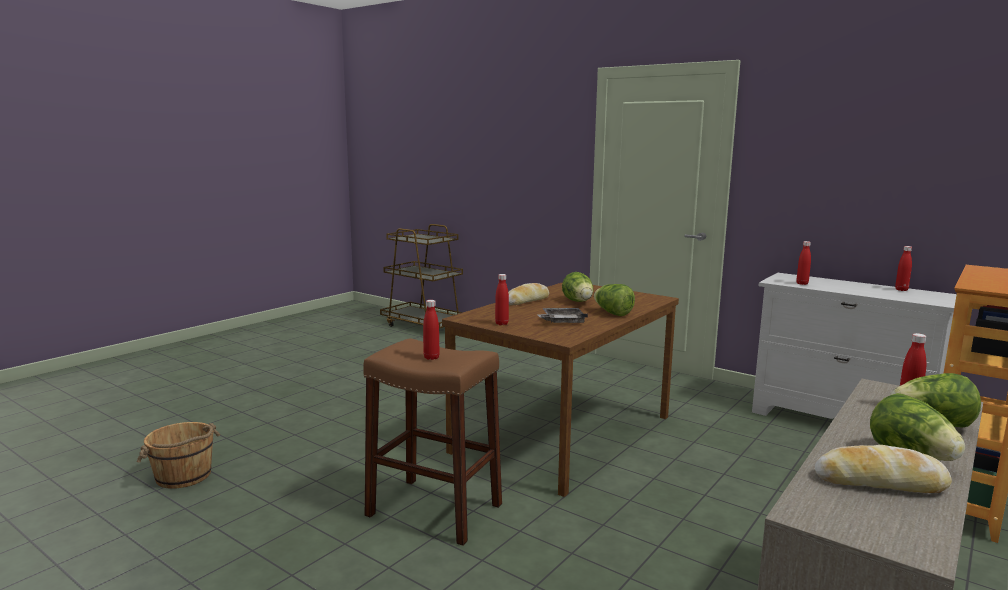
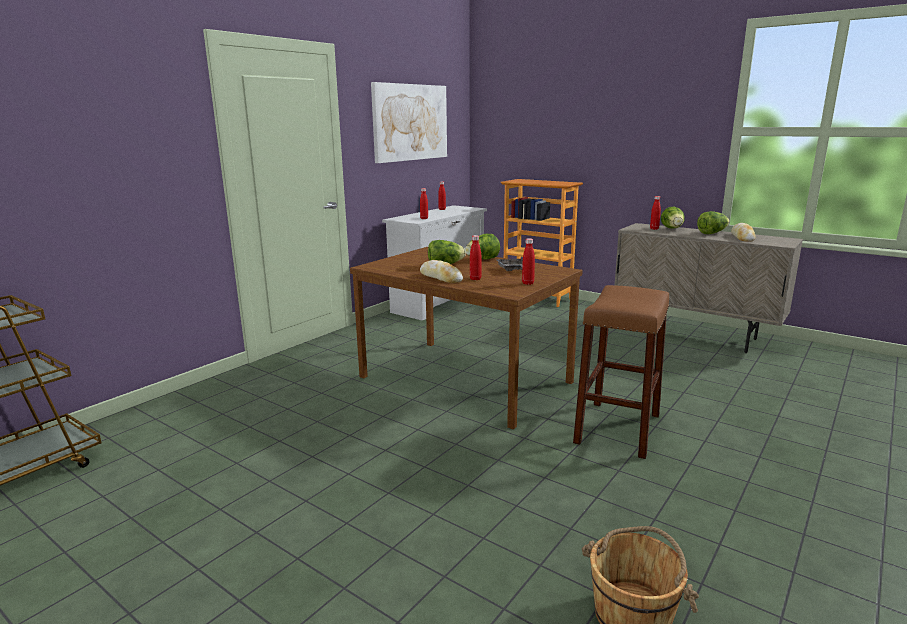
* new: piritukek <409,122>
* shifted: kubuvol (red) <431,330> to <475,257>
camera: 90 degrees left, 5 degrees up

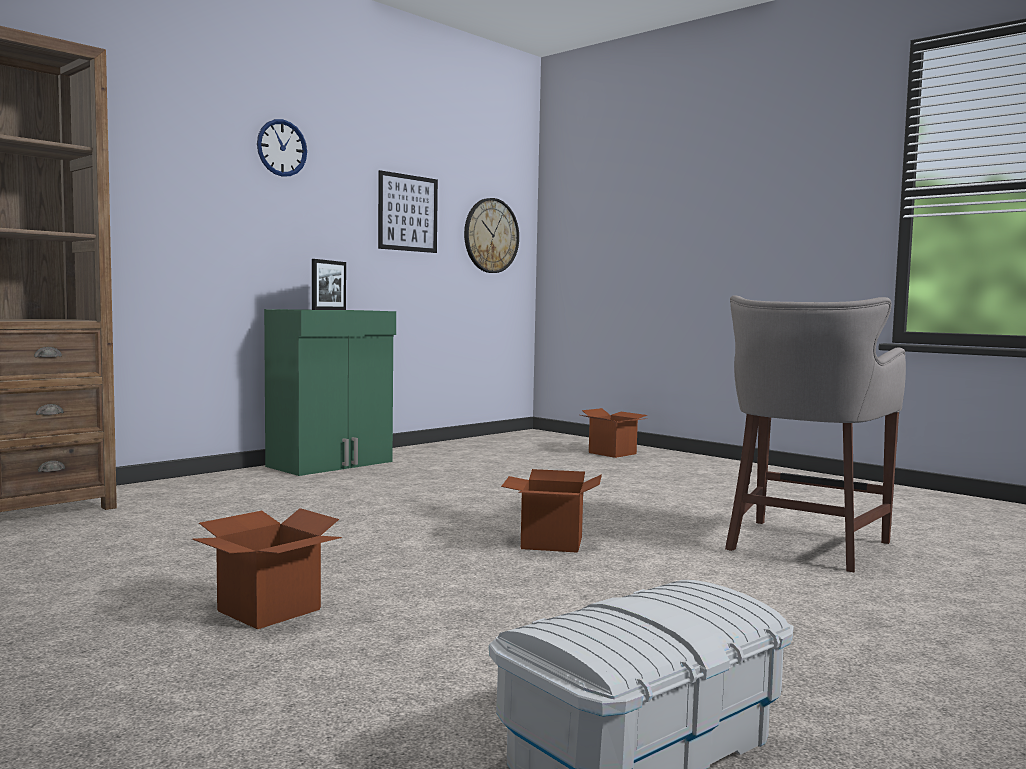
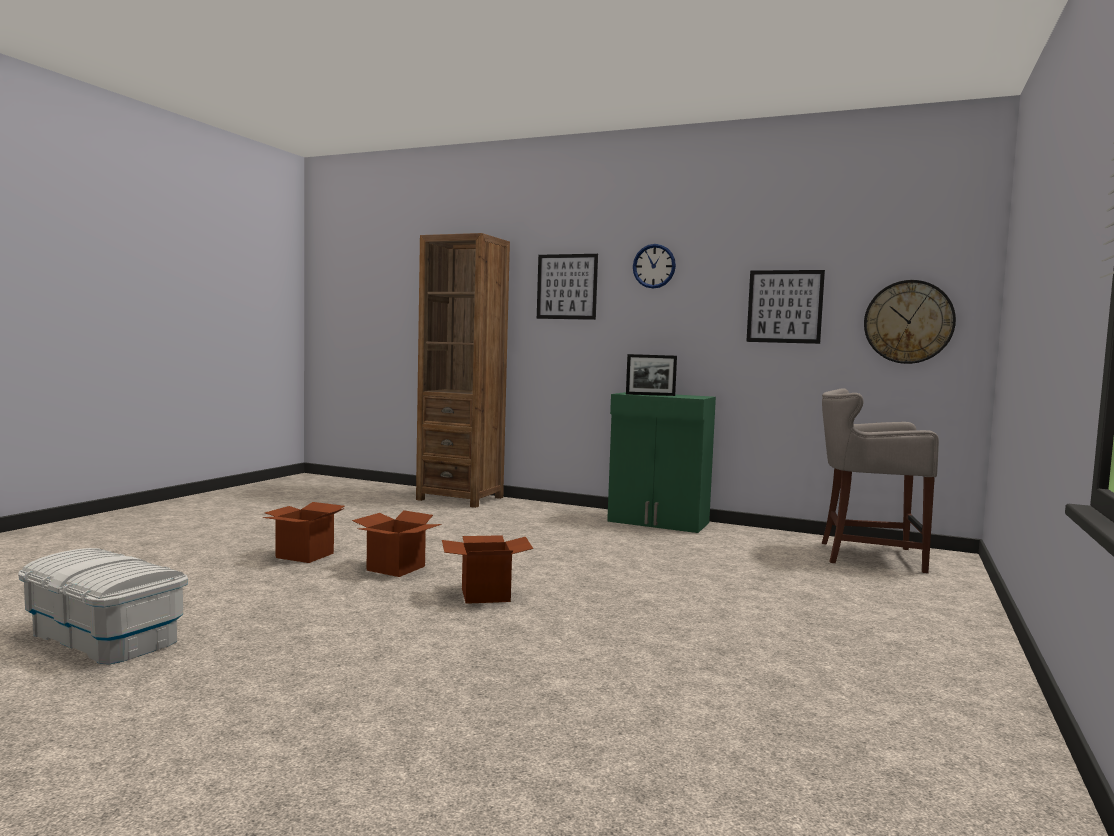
* shifted: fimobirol <614,433> to <397,543>
* new: piritukek <567,287>
* shifted: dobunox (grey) <815,433> to <880,480>
camera: 70 degrees right, 0 degrees up

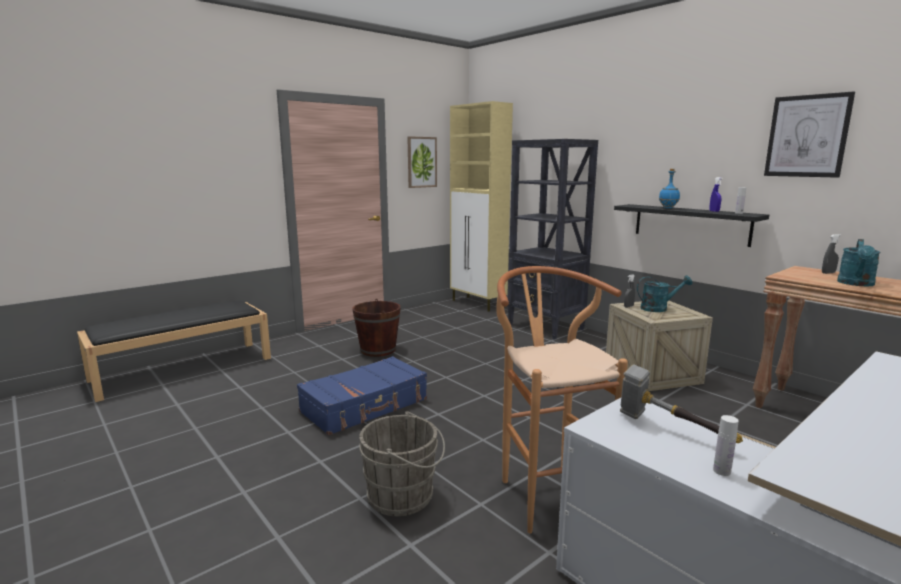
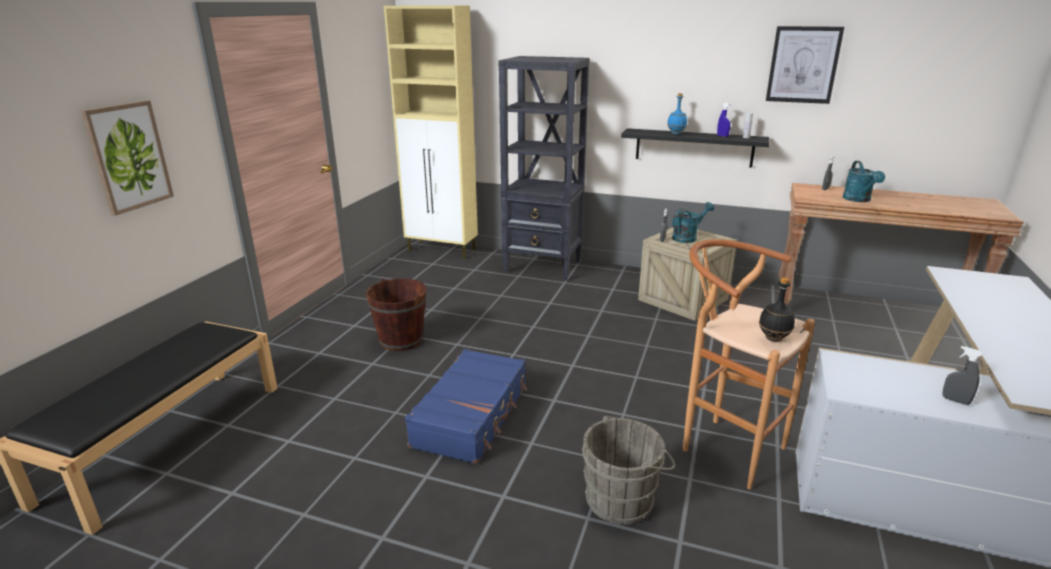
* shifted: piritukek <422,162> to <127,158>
* new: kubuvol (black) <777,310>
* swapped: kubuvol (white) <726,445> to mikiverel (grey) <962,375>
* gone: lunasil <681,403>
camera: 30 degrees left, 10 degrees up

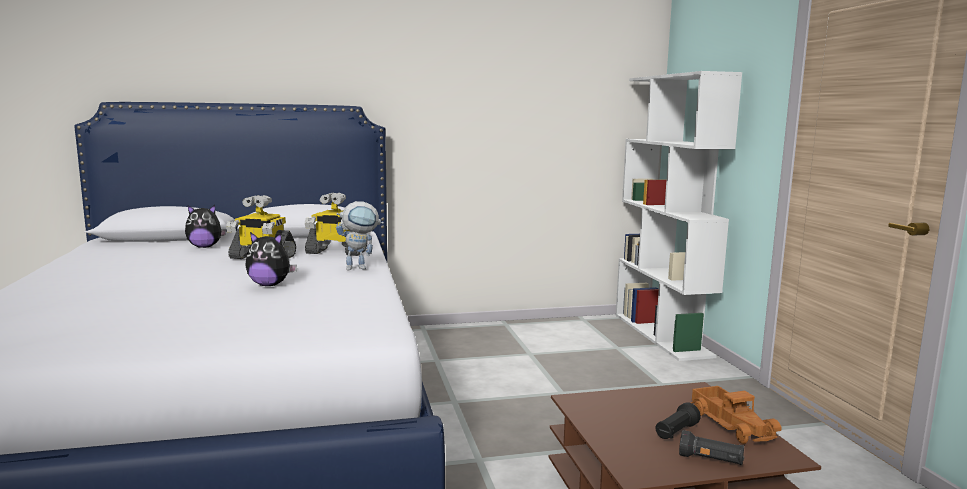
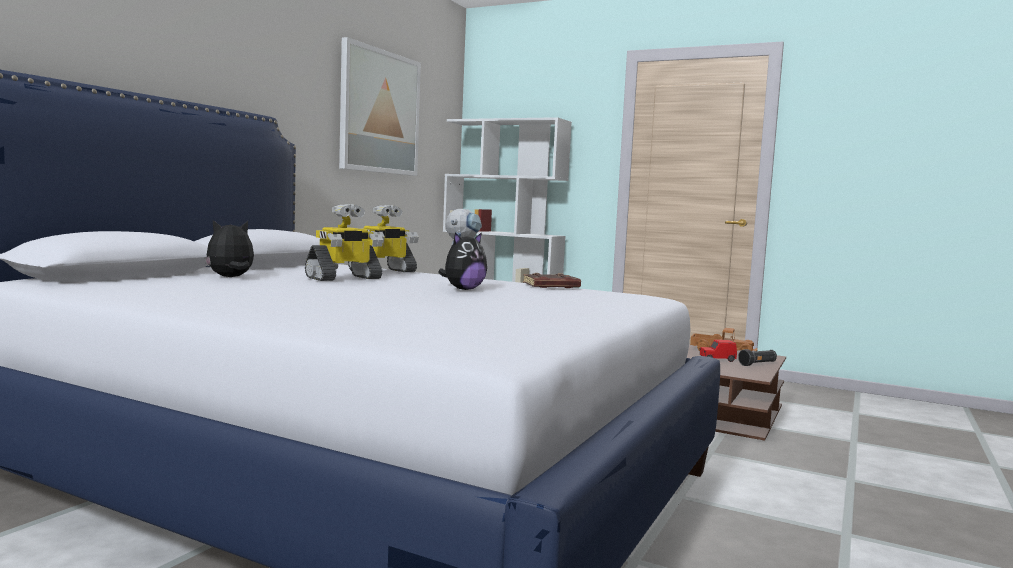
* rotated: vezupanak <205,226> = <229,248> 150 degrees counterclockwise
* new: piritukek <380,106>
* new: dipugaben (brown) <552,280>
* swapped: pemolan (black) <678,420> to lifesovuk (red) <718,351>
camera: 50 degrees left, 5 degrees down

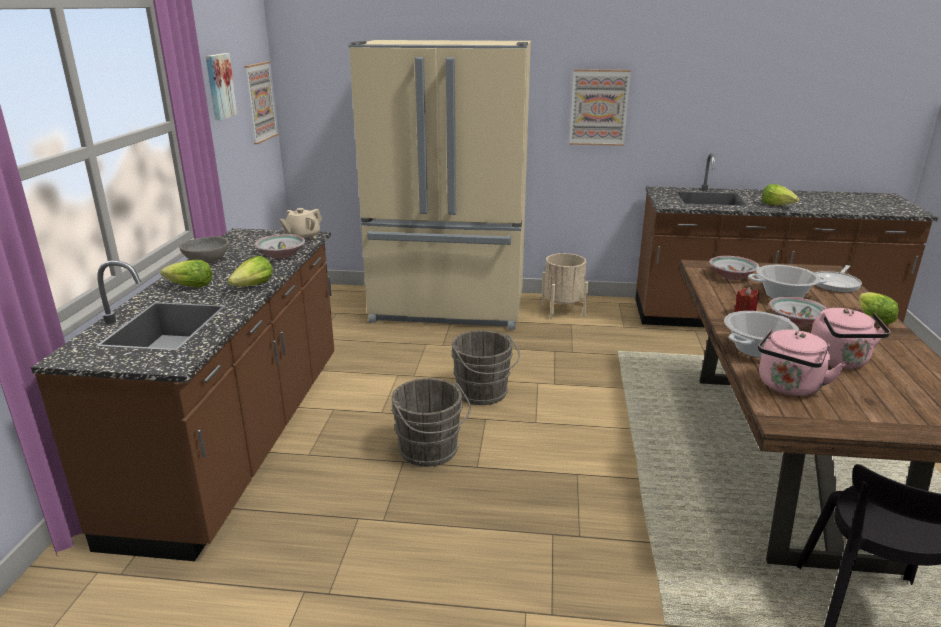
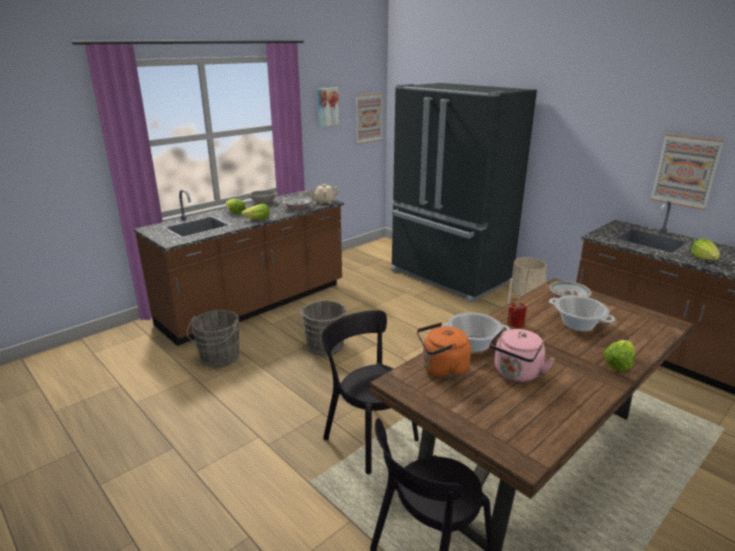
* shifted: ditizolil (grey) <485,367> to <213,338>
* new: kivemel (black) <370,392>
* repainted: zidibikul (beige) <440,185> to zidibikul (black) <464,193>
* repainted: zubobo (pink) <801,362> to zubobo (orange) <444,350>
* shifted: piritukek <600,107> to <687,172>
* gone: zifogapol <798,312>
* gone: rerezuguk <838,279>
camera: 40 degrees right, 0 degrees up

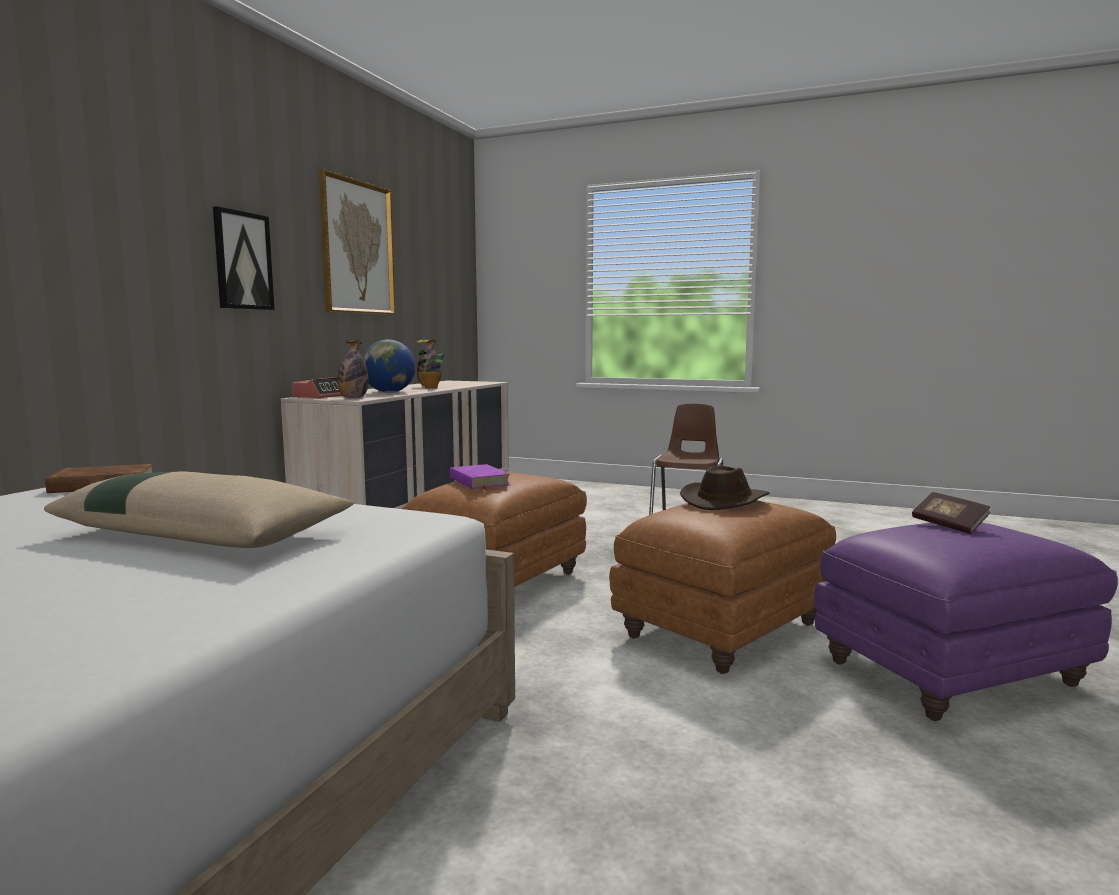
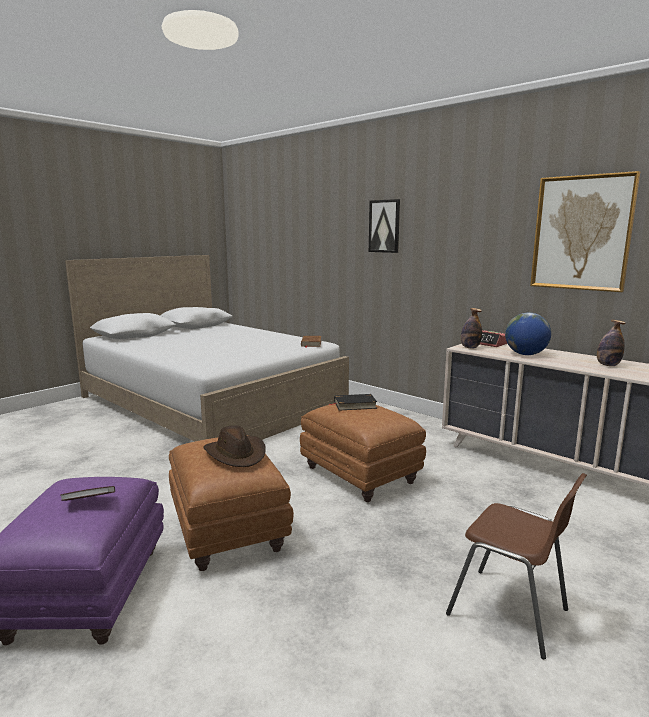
* repainted: dipugaben (purple) <480,477> to dipugaben (black) <353,402>
* shifted: piritukek <243,258> to <384,226>
* gone: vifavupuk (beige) <199,509>
* gone: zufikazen <430,364>
camera: 110 degrees right, 5 degrees up

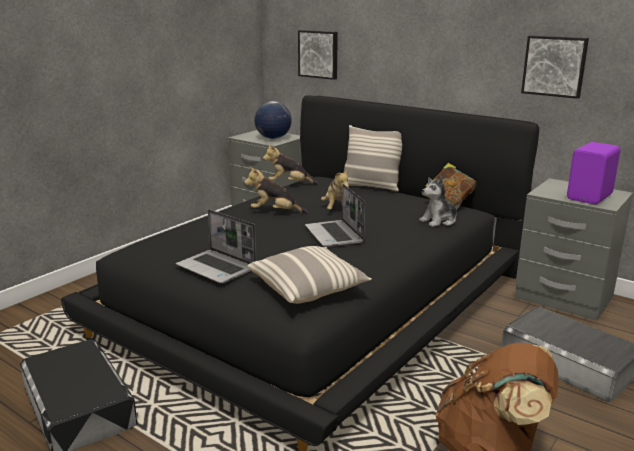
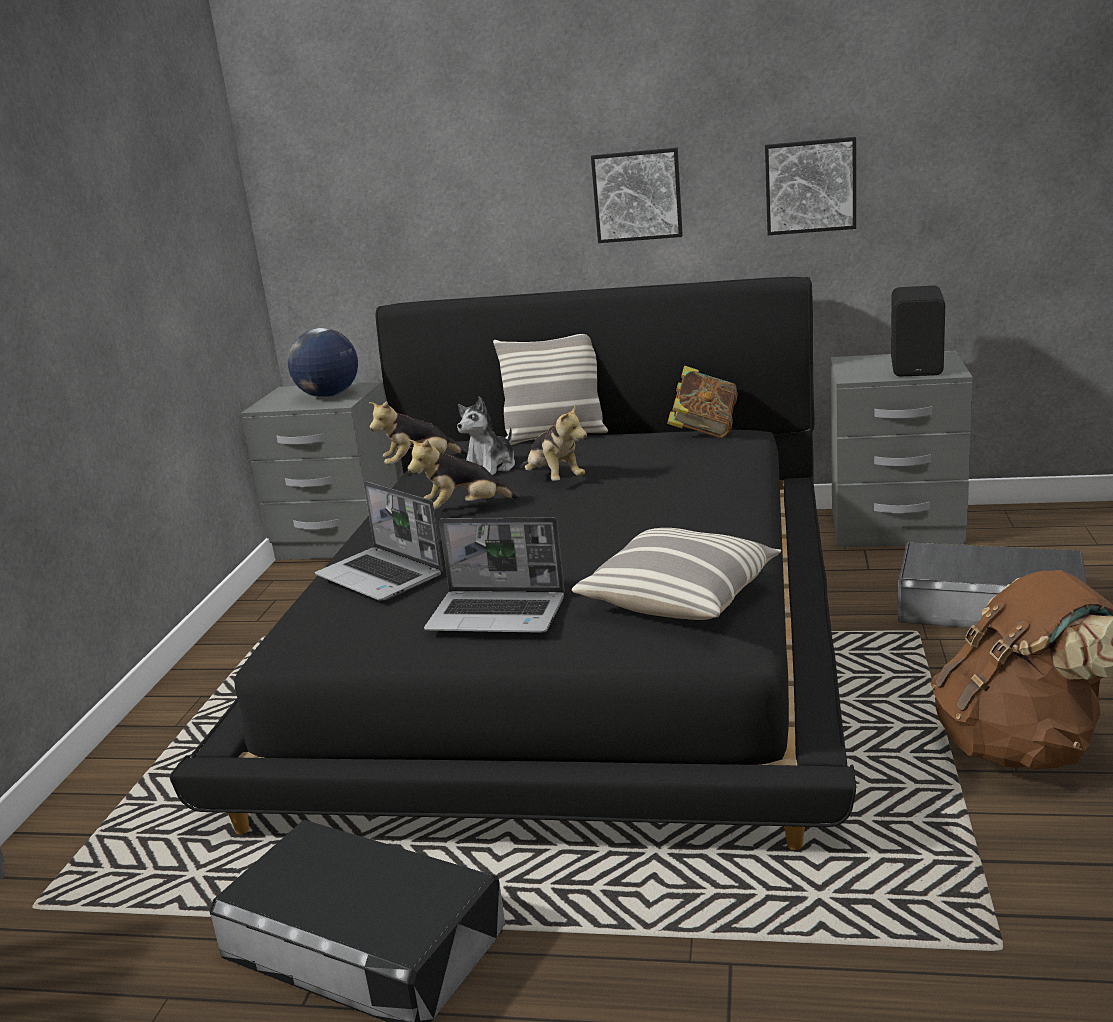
* shifted: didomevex <335,215> to <379,541>
* shifted: vezupanak <440,201> to <486,436>
* shifted: piritukek <318,55> to <637,195>
* repainted: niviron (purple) <593,173> to niviron (black) <918,331>
camera: 25 degrees left, 0 degrees up

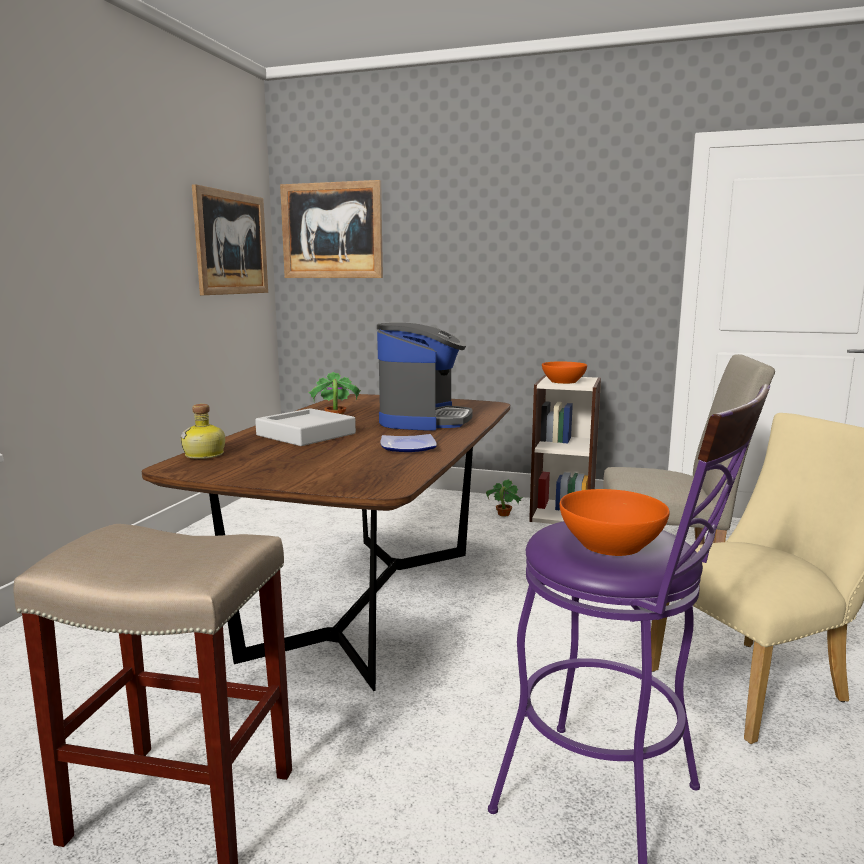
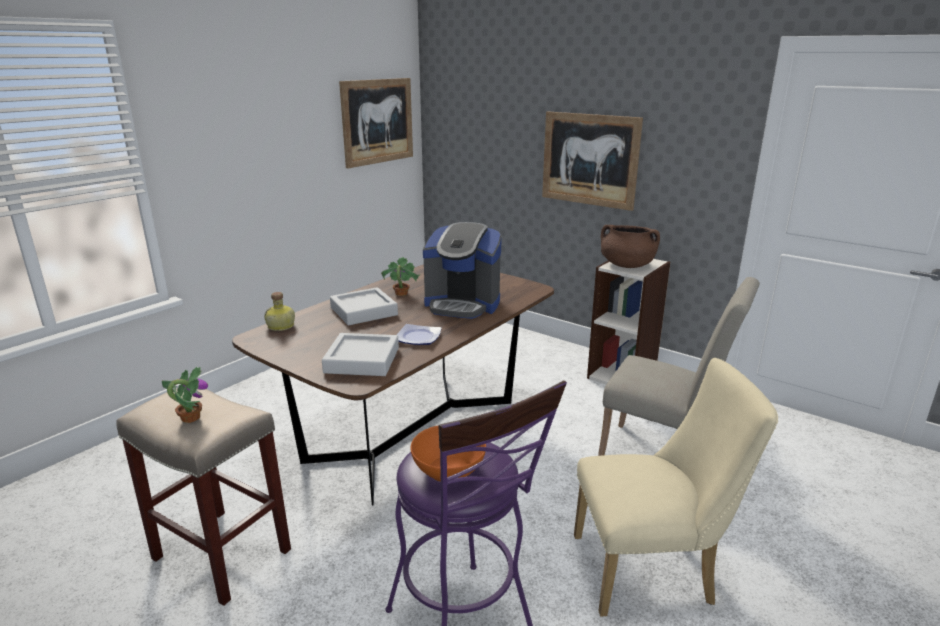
* shifted: zufikazen <504,497> to <185,395>
* new: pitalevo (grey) <360,354>
* rotated: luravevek <425,377> = <462,270> 75 degrees clockwise
* shifted: piritukek <331,229> to <592,161>
* swapped: zifogapol (orange) <564,372> to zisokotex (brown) <630,246>
camera: 20 degrees right, 10 degrees up

